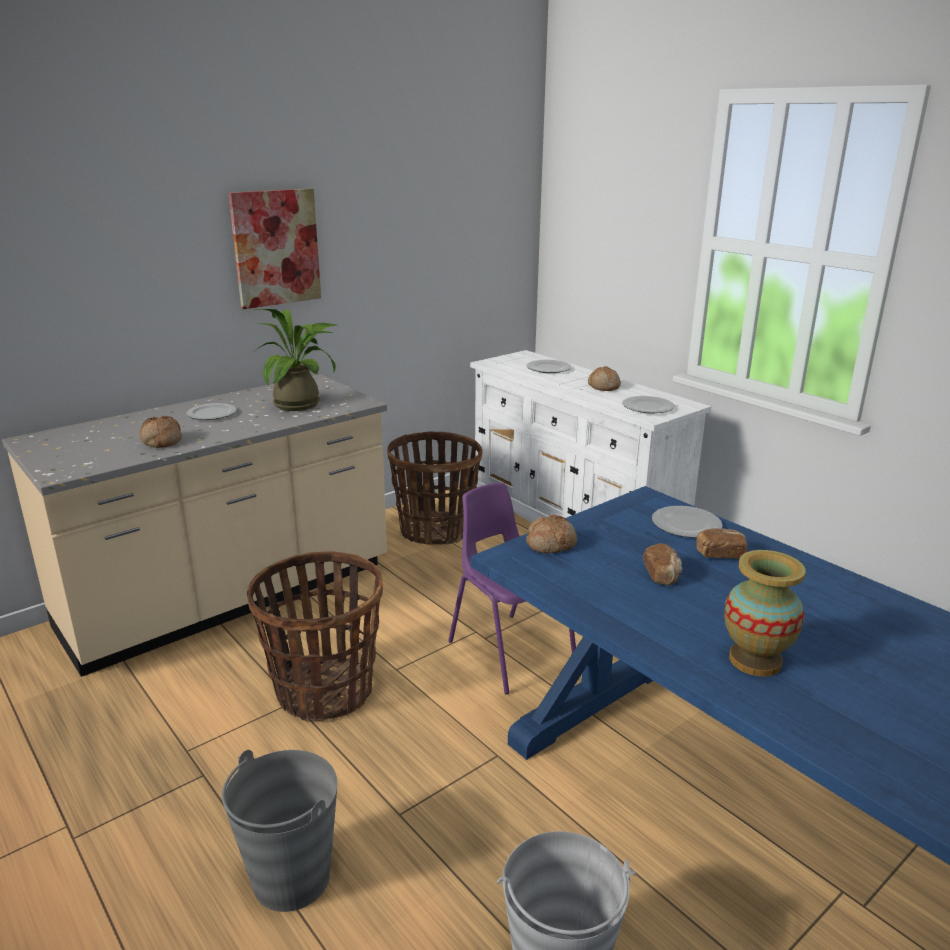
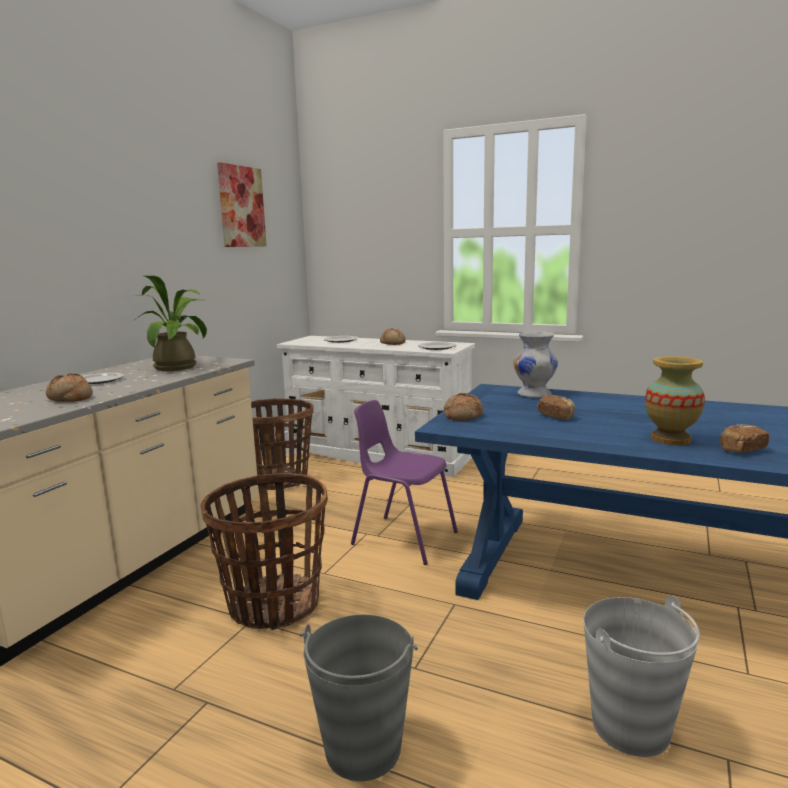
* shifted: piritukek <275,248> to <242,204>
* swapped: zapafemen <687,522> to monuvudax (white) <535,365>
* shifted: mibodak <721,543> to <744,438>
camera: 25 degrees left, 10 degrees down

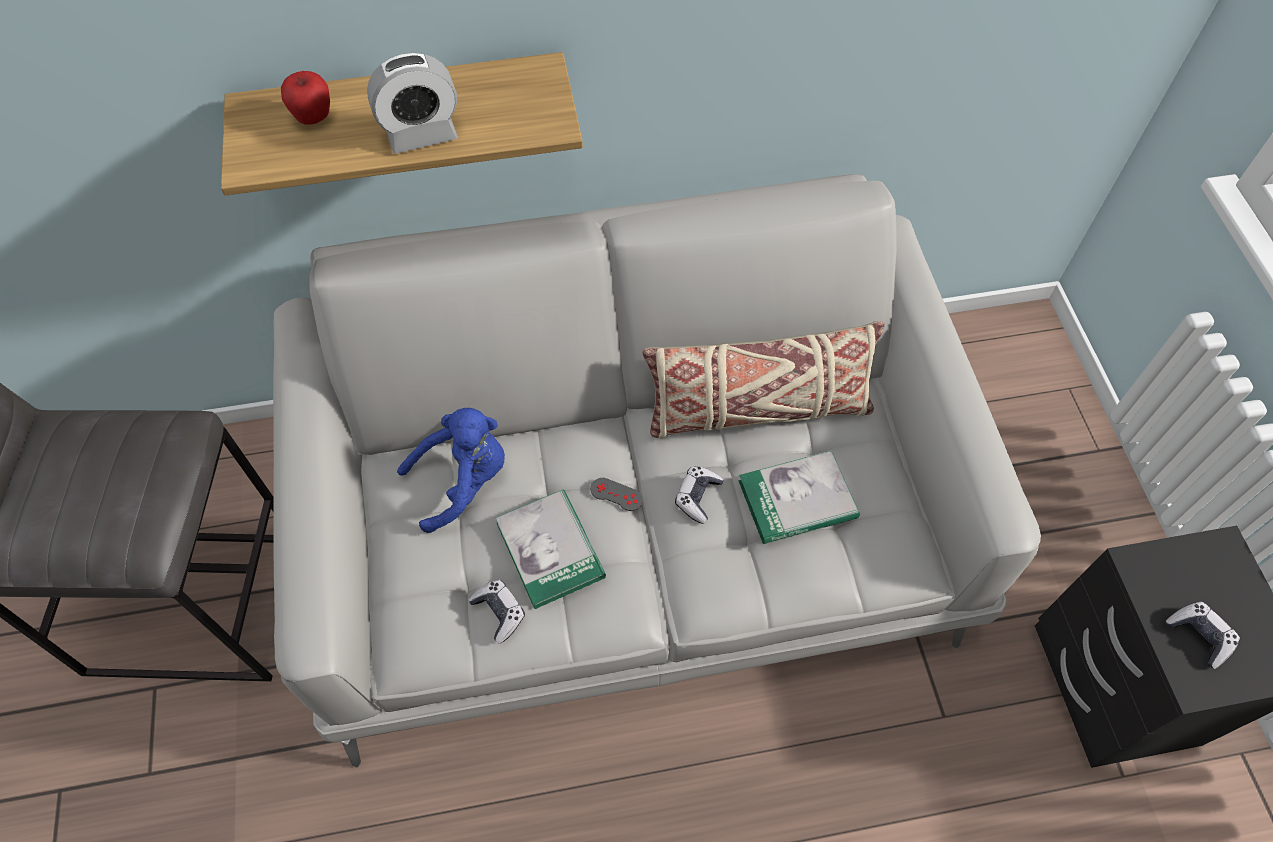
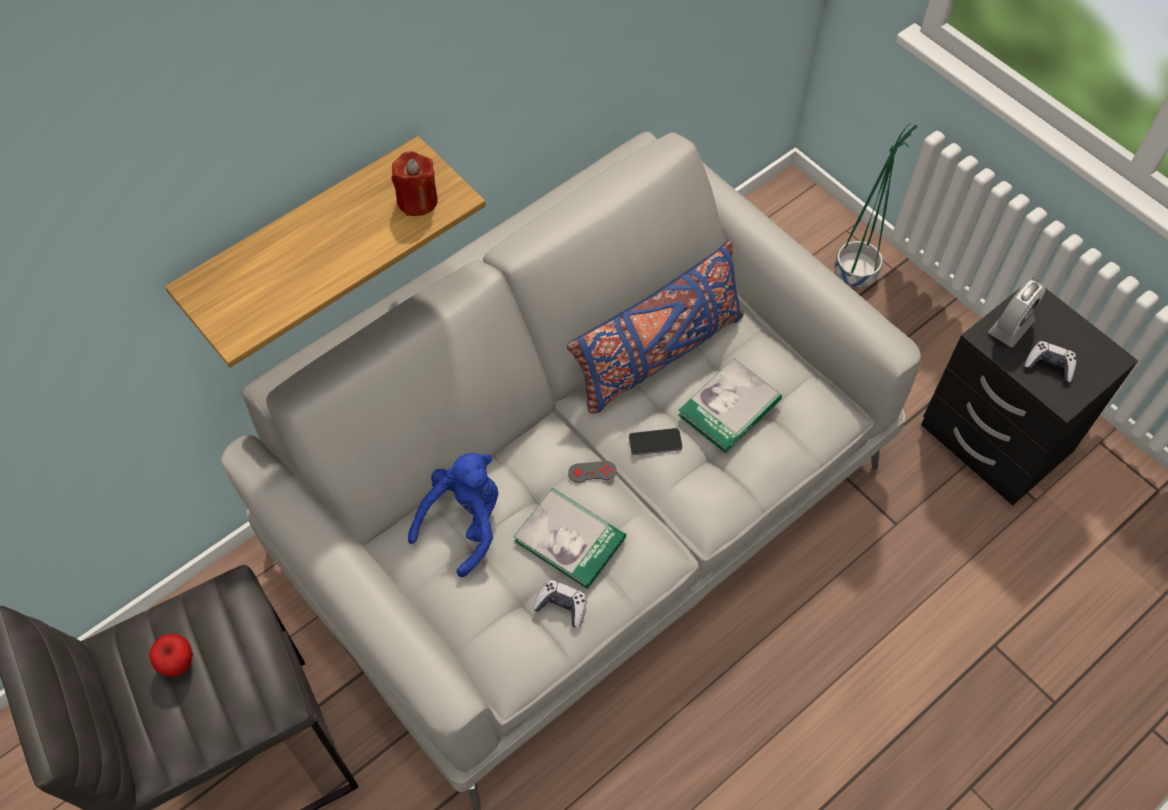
* shifted: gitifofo <305,98> to <171,655>
* new: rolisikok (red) <415,183>
* repainted: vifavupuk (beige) <763,380> to vifavupuk (blue) <655,327>
* swapped: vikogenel <699,495> to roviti <655,441>
* new: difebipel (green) <876,205>
* shifted: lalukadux <412,103> to <1017,313>
camera: 30 degrees left, 0 degrees up

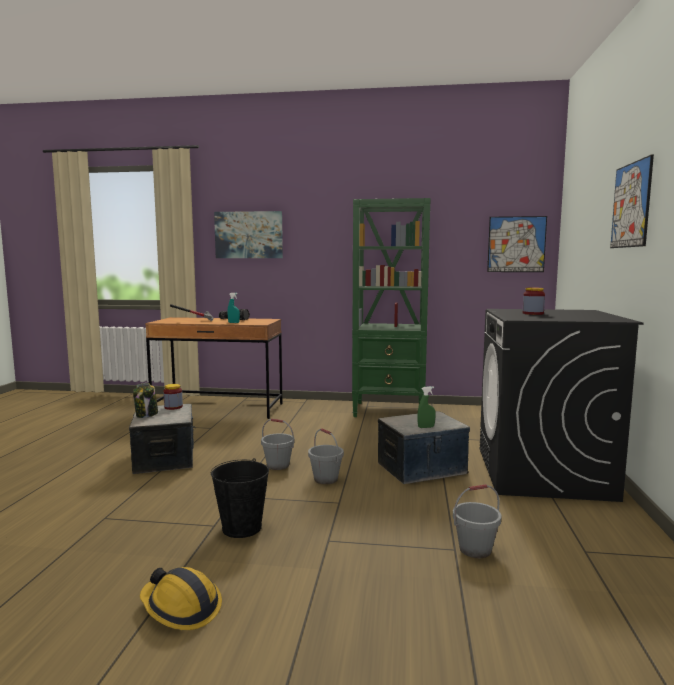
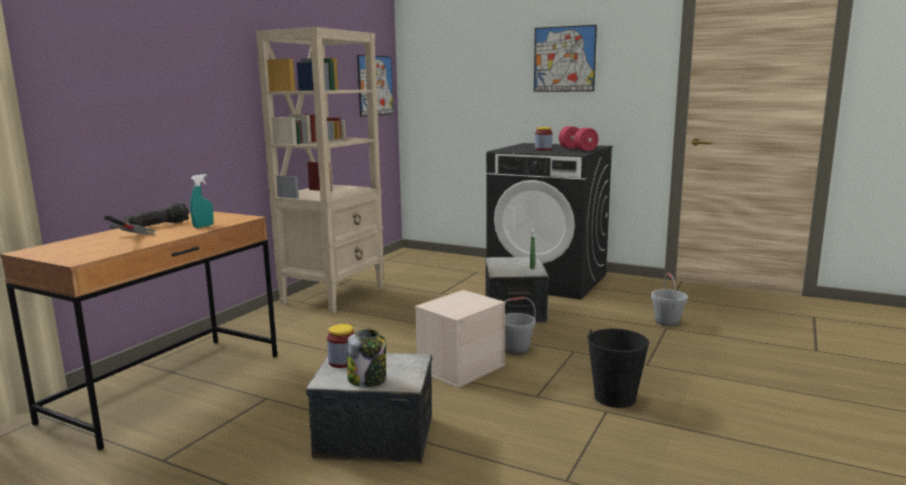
* repainted: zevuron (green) <391,307> to zevuron (beige) <320,170>
* swapped: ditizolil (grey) <278,444> to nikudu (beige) <460,339>
* new: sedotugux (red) <579,138>
* gone: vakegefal <181,598>
* gone: piritukek <248,234>
camera: 70 degrees left, 5 degrees up

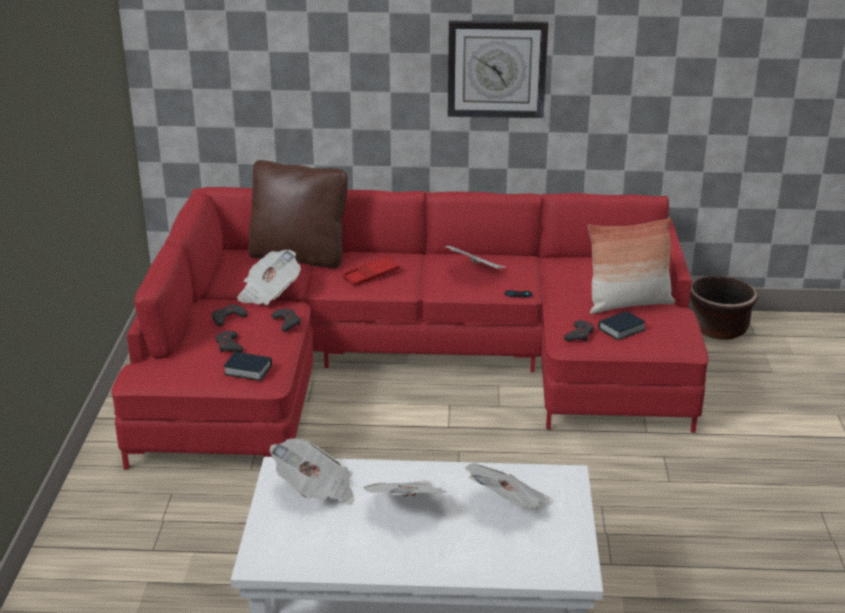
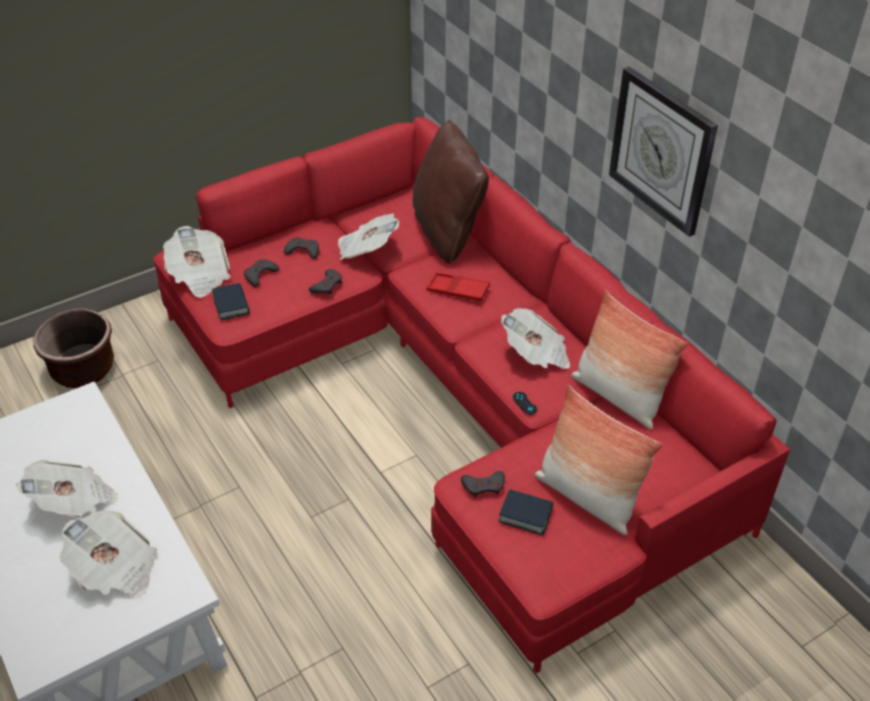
* shifted: difebipel (brown) <724,307> to <73,348>
* shifted: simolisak <312,470> to <196,262>
* new: vifavupuk <629,360>
camera: 55 degrees right, 15 degrees up

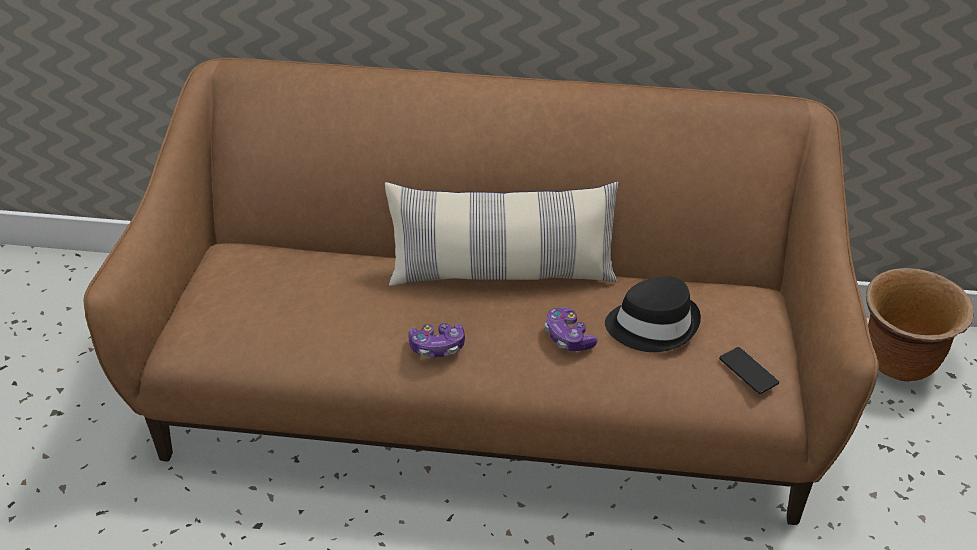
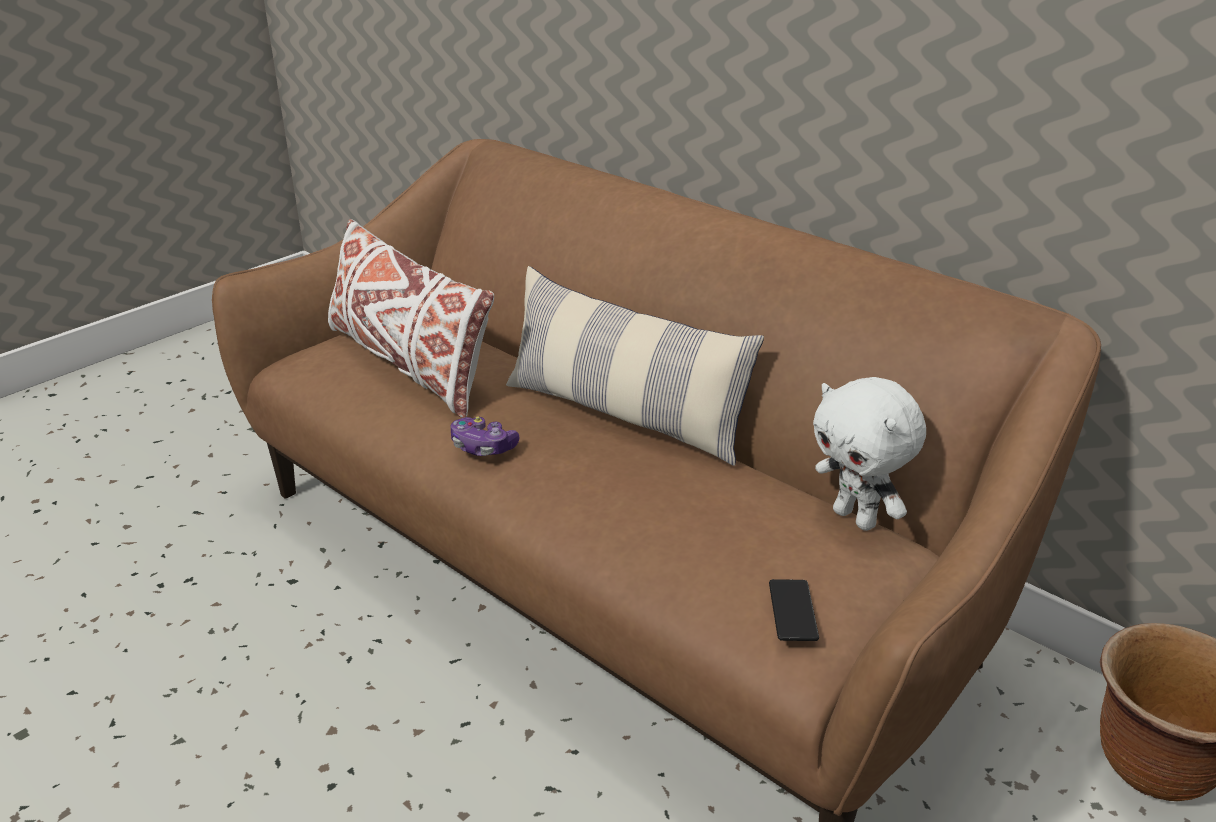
* new: vifavupuk (white) <411,318>
* new: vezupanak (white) <869,454>
* gone: vikogenel <571,329>
* gone: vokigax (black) <653,314>
camera: 35 degrees right, 10 degrees down

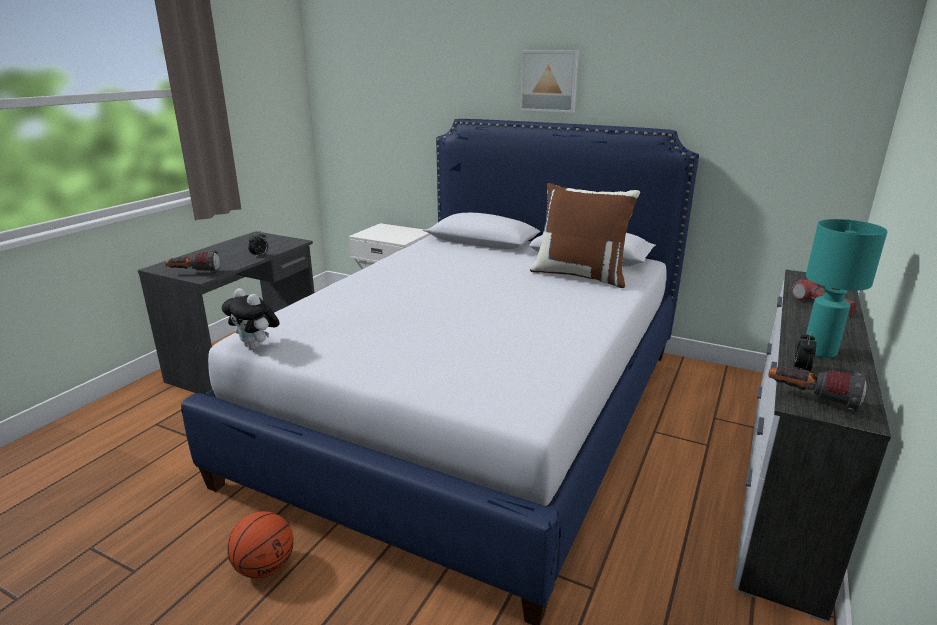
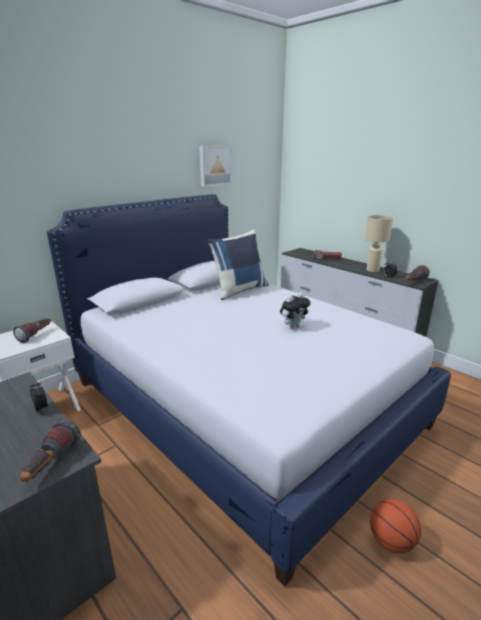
* new: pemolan <32,330>
* shifted: piritukek <549,82> to <215,166>
* repainted: vifavupuk (brown) <585,235> to vifavupuk (blue) <238,265>
* shifted: vezupanak <251,319> to <295,310>
* repainted: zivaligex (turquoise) <846,288> to zivaligex (beige) <379,243>
camera: 70 degrees left, 0 degrees up

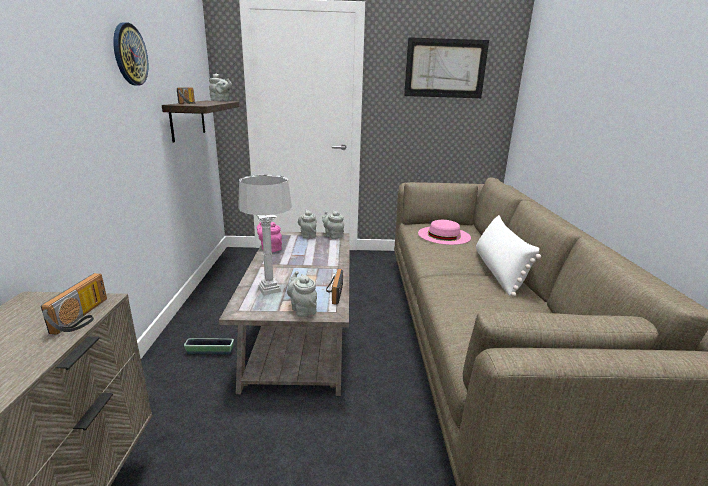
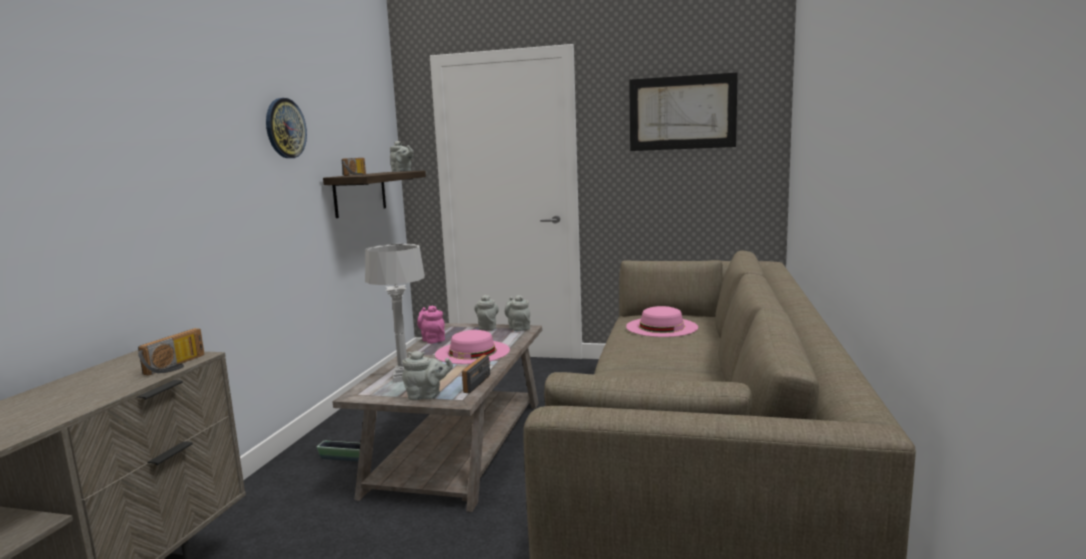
* rotated: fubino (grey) <302,294> = <427,375> 105 degrees clockwise
* new: vokigax (pink) <472,347>
* gone: vifavupuk (white) <508,256>
camera: 15 degrees right, 10 degrees down

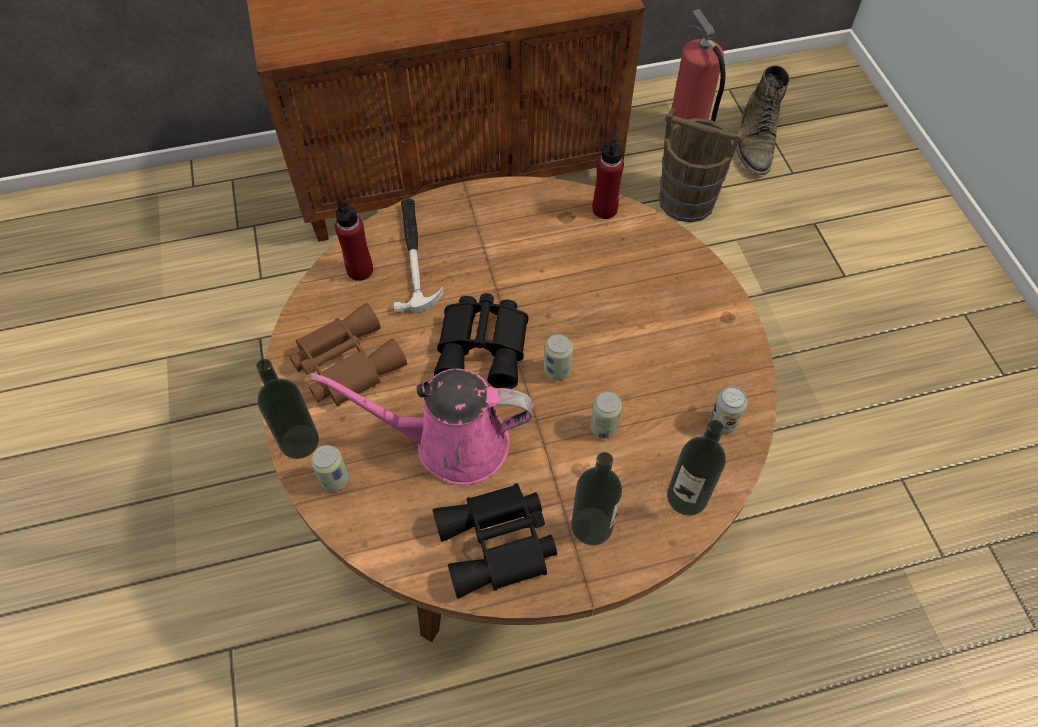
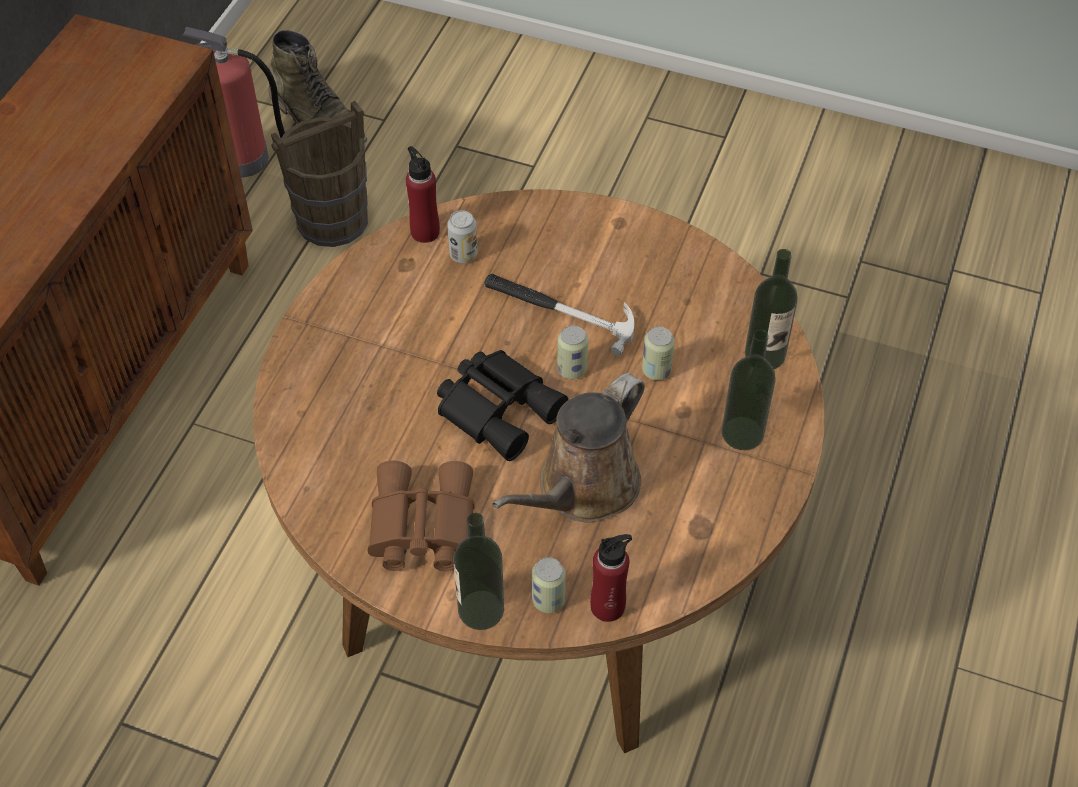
* shifted: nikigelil <728,410> to <462,236>
* shifted: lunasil <419,255> to <559,315>
* repainted: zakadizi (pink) <422,427> to zakadizi (brown) <568,448>
* shifted: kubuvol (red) <354,239> to <611,578>
* gone: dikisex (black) <494,541>
camera: 55 degrees left, 5 degrees down

